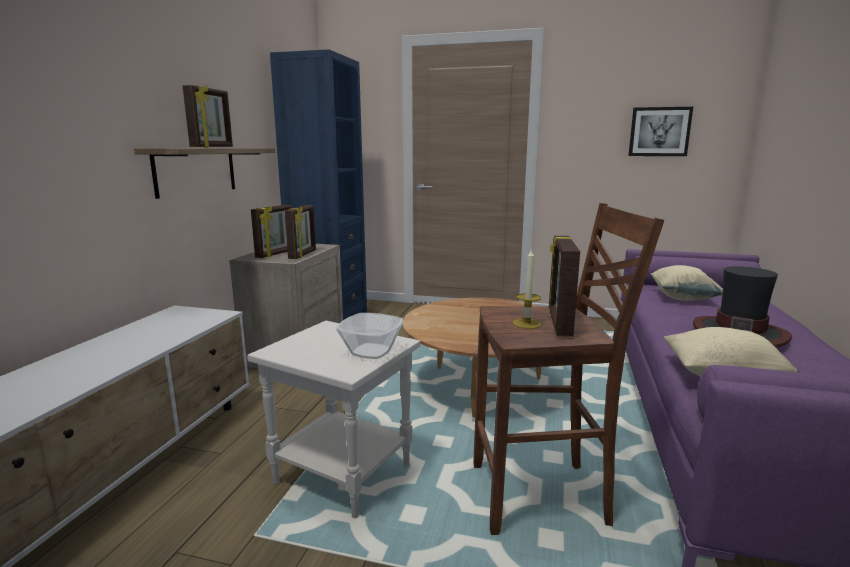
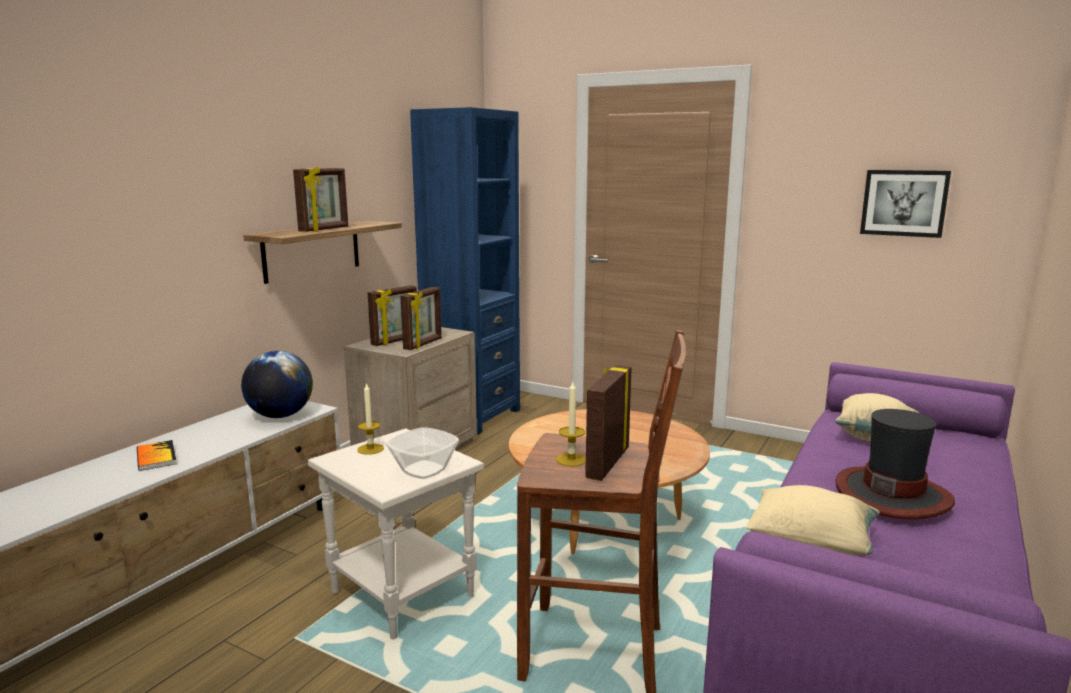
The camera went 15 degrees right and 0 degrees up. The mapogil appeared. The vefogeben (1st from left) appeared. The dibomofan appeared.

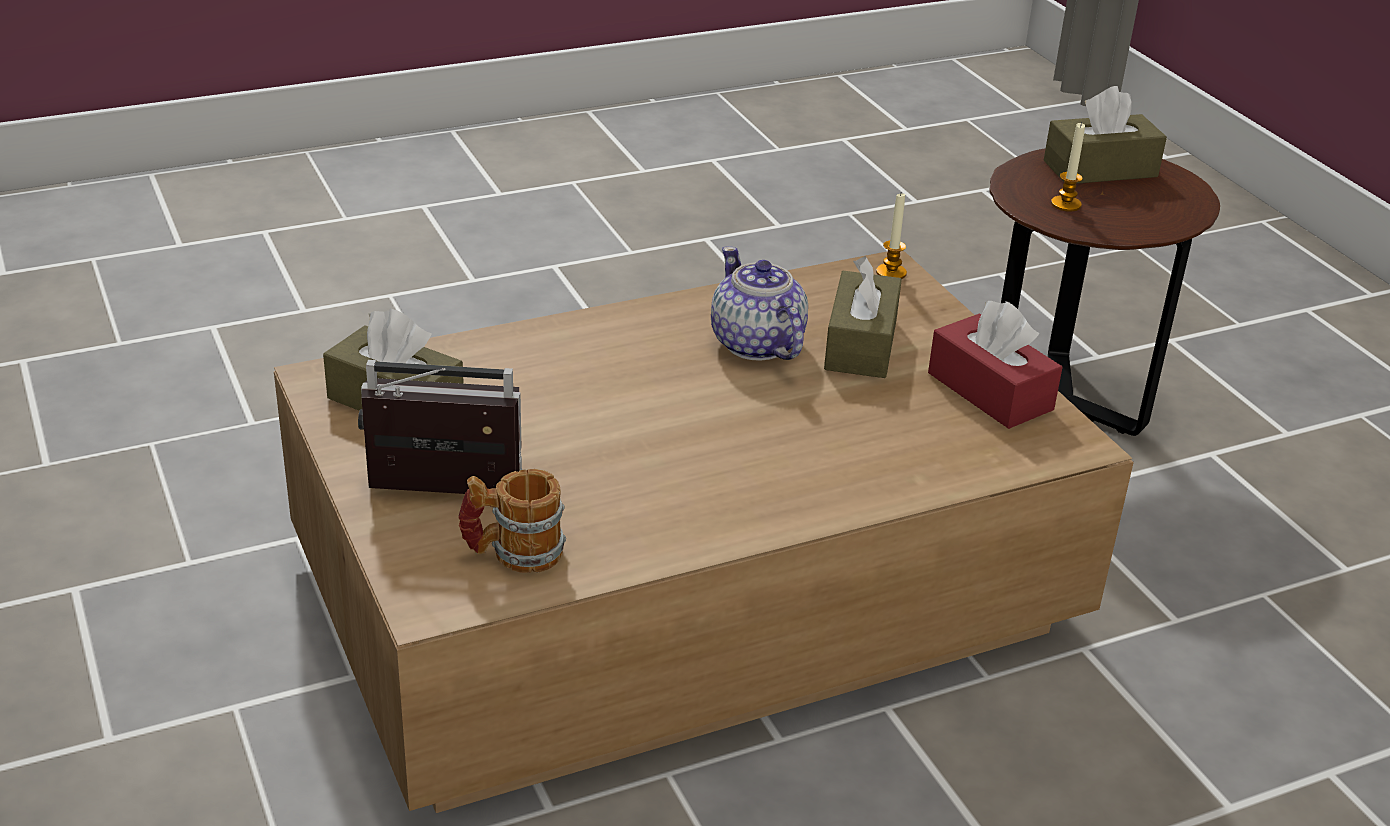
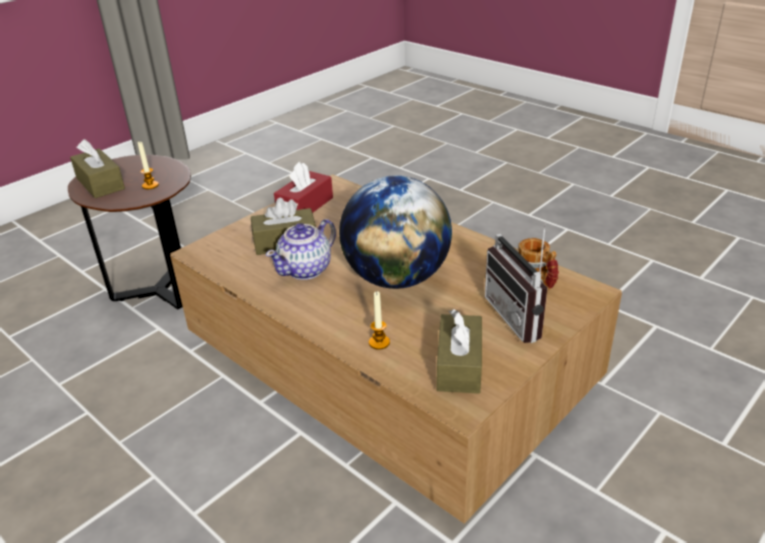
The camera went 110 degrees left and 0 degrees up. The vefogeben (1st from left in the first image) moved. The mapogil appeared.

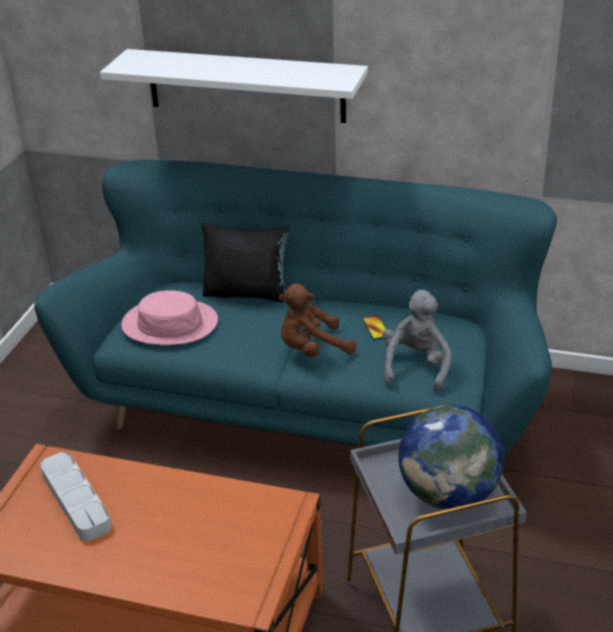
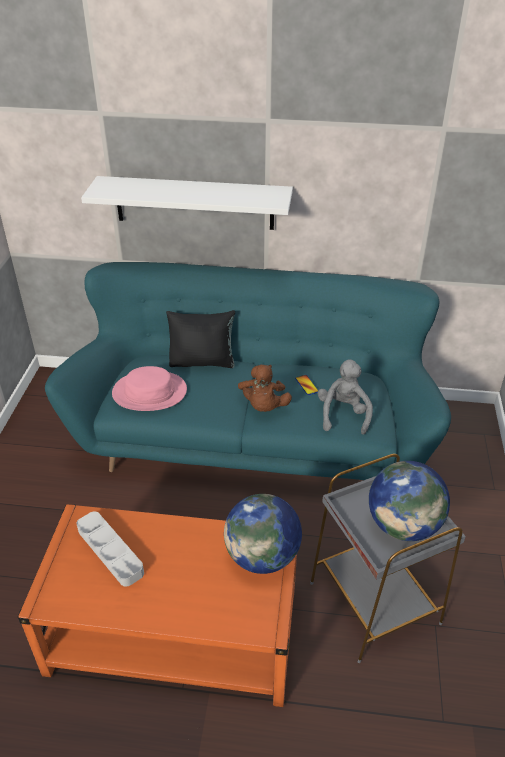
The camera went 10 degrees left and 5 degrees up. The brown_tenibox turned 60 degrees counterclockwise. The mapogil (1st from left) appeared.

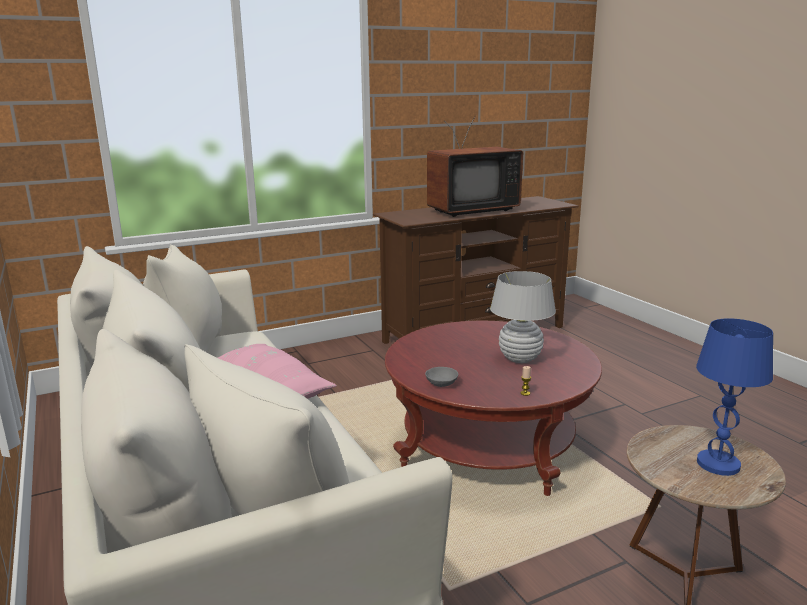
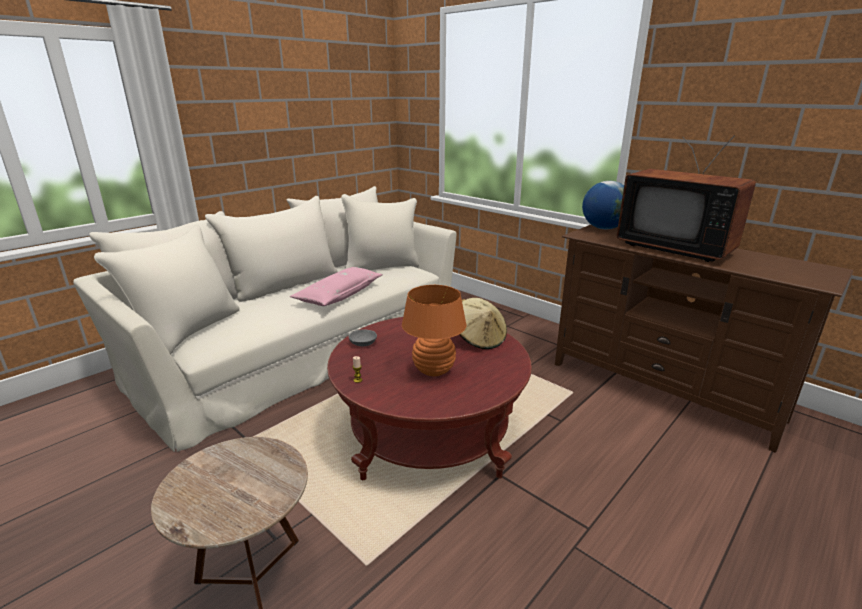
The camera went 70 degrees right and 5 degrees up. The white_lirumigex became the orange_lirumigex. The blue_lirumigex disappeared. The mapogil appeared. The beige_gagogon appeared.

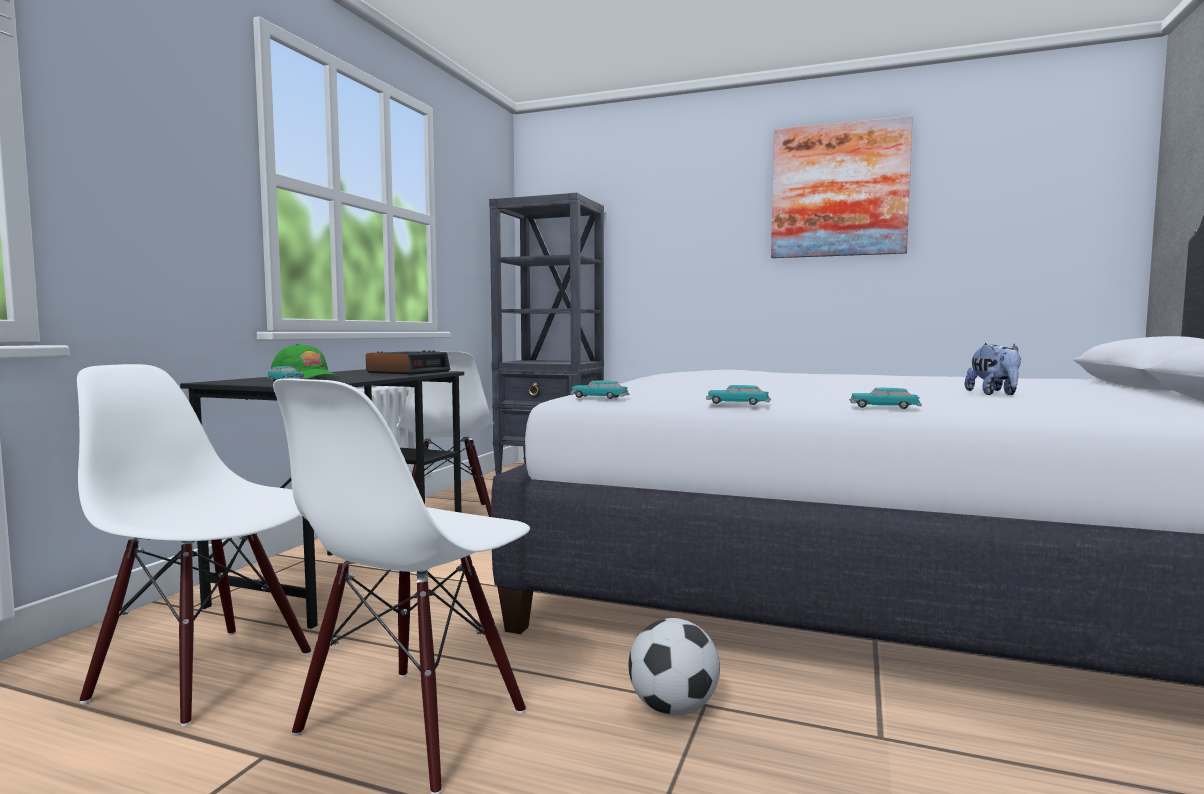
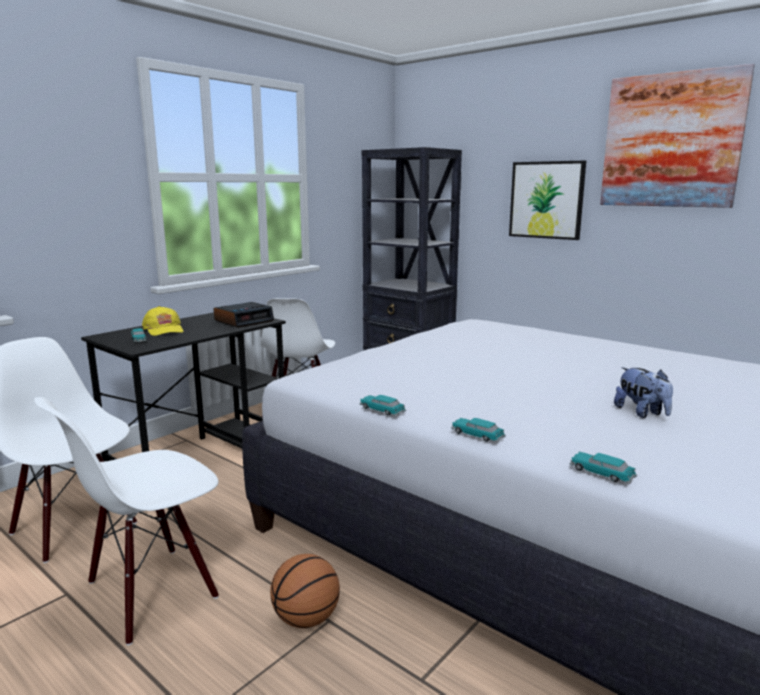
The camera went 20 degrees right and 10 degrees up. The tenibox turned 45 degrees counterclockwise. The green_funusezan became the yellow_funusezan. The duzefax (2nd from left in the first image) moved. The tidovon was replaced by the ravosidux. The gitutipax (1st from left) appeared.

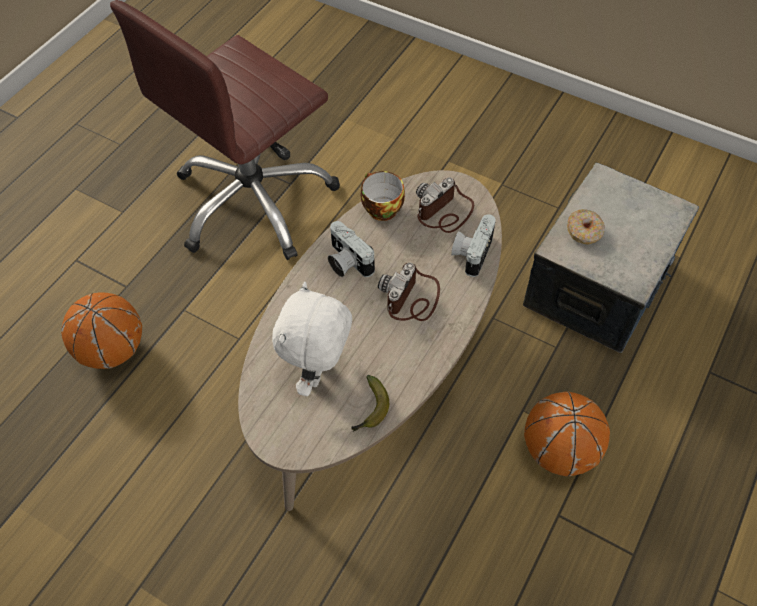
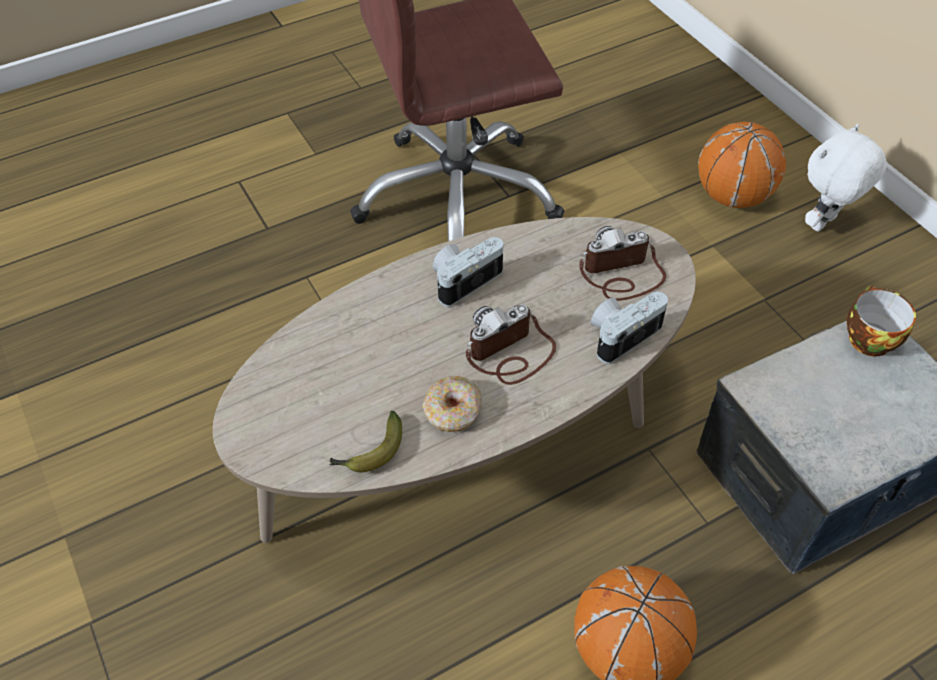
The camera went 30 degrees right and 5 degrees down. The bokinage moved. The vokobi moved. The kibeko (1st from left) turned 60 degrees clockwise. The white_tenibox moved. The ravosidux (1st from left in the first image) moved.

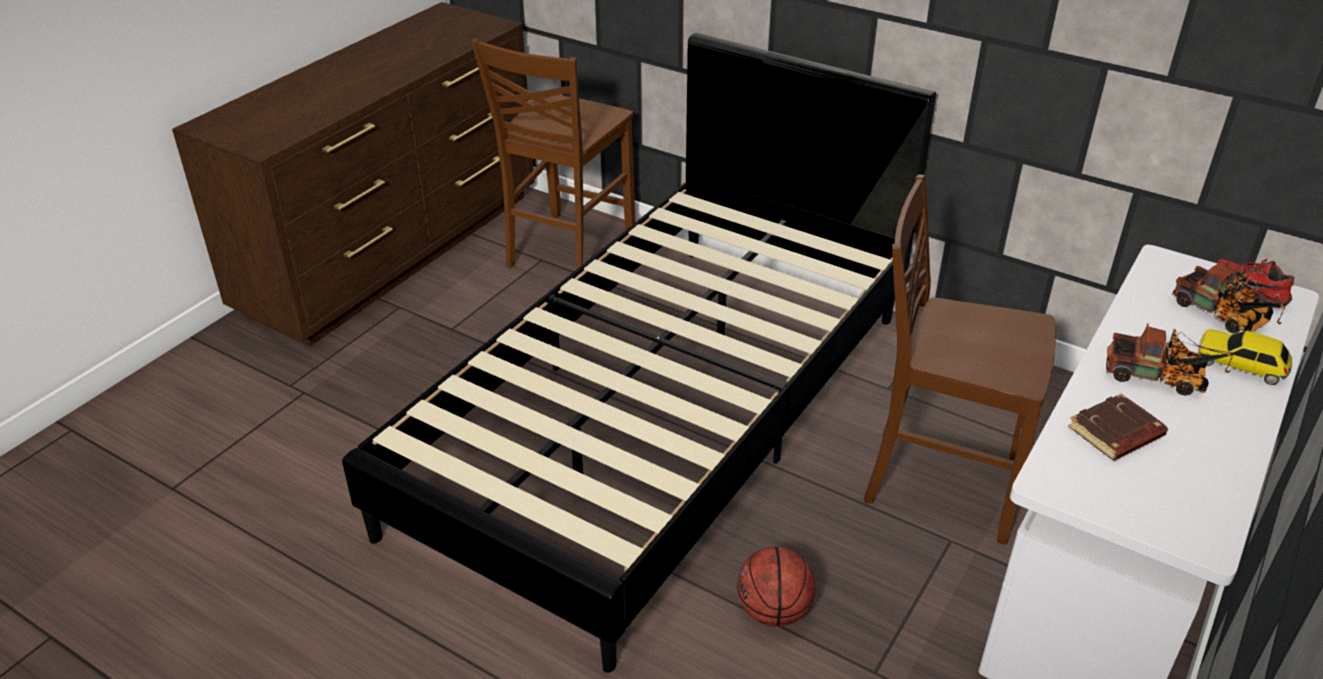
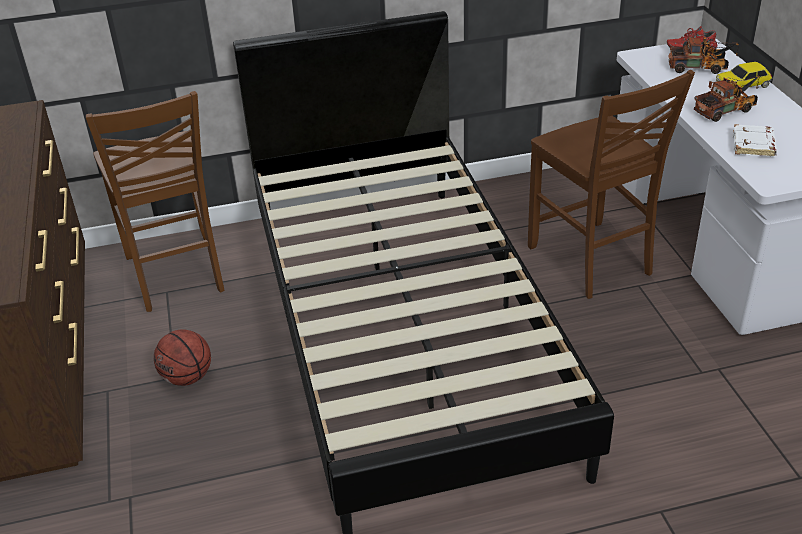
The camera went 45 degrees left and 0 degrees up. The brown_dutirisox (2nd from left) turned 90 degrees counterclockwise. The brown_dibomofan became the white_dibomofan. The ravosidux moved.

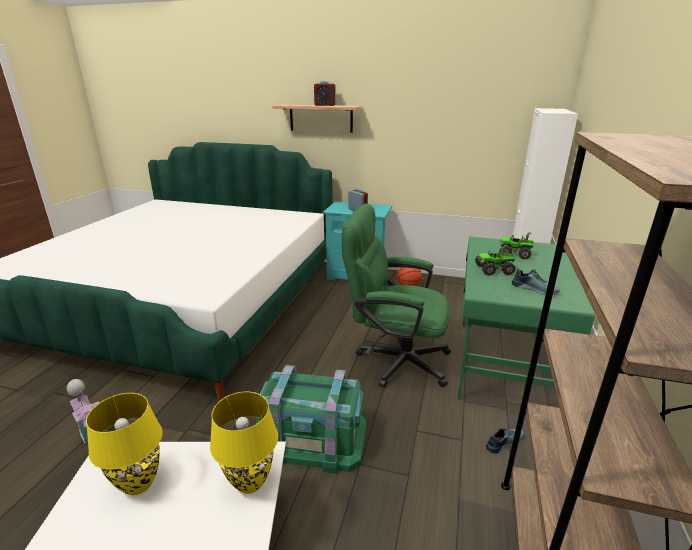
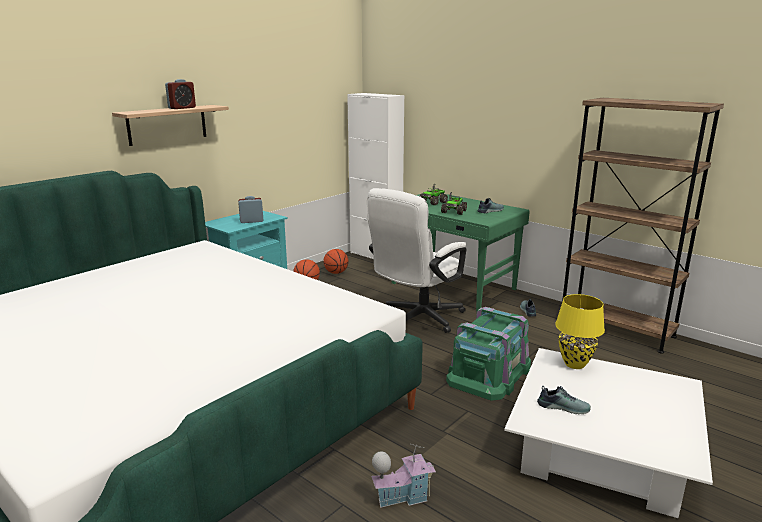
The camera went 65 degrees left and 5 degrees down. The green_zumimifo became the white_zumimifo. The yellow_lirumigex (1st from left) was replaced by the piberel (3rd from left). The ravosidux (2nd from left) appeared.

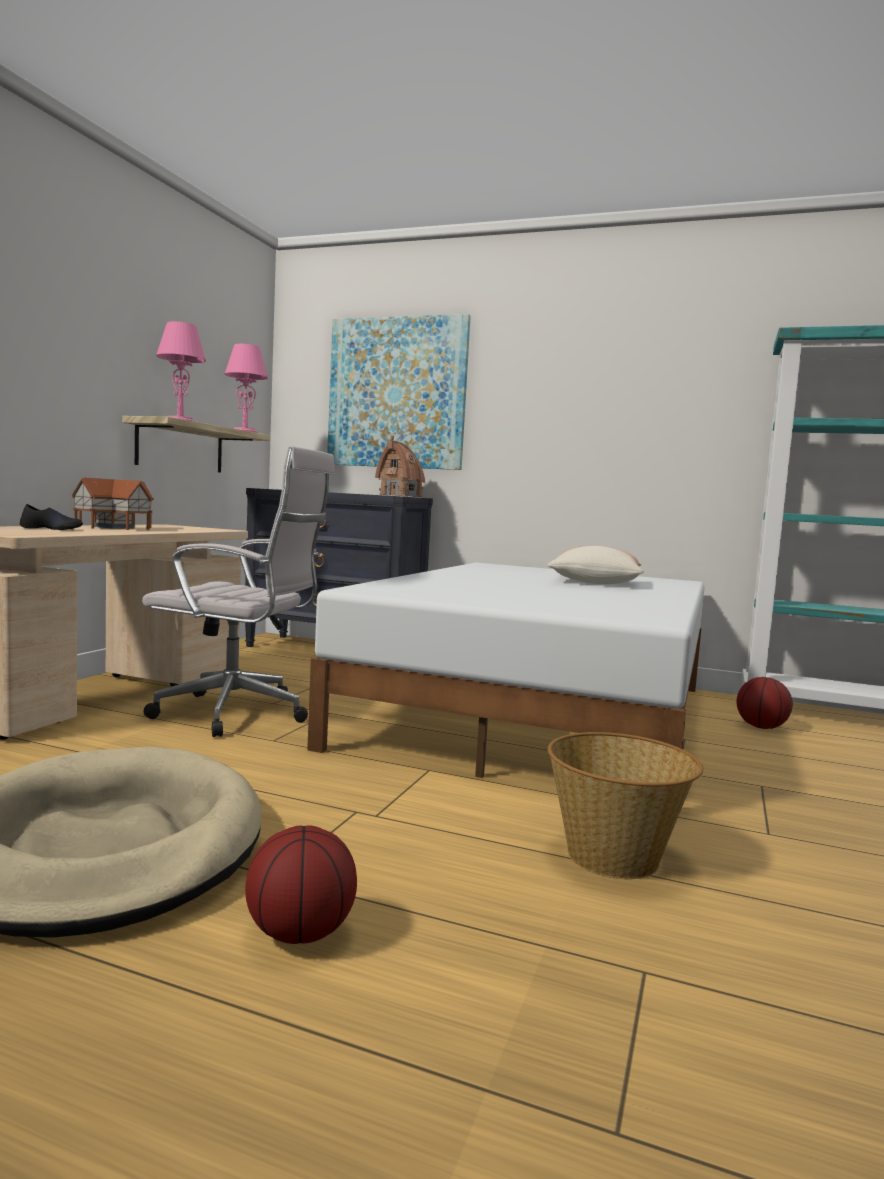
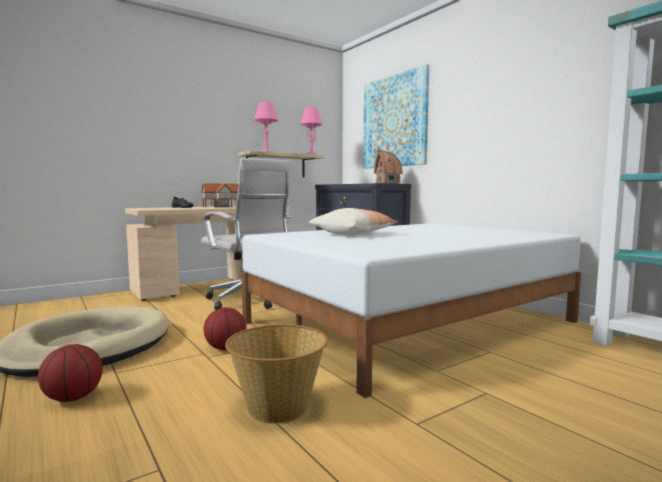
The camera went 35 degrees right and 0 degrees up. The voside moved. The ravosidux (2nd from left) moved.

